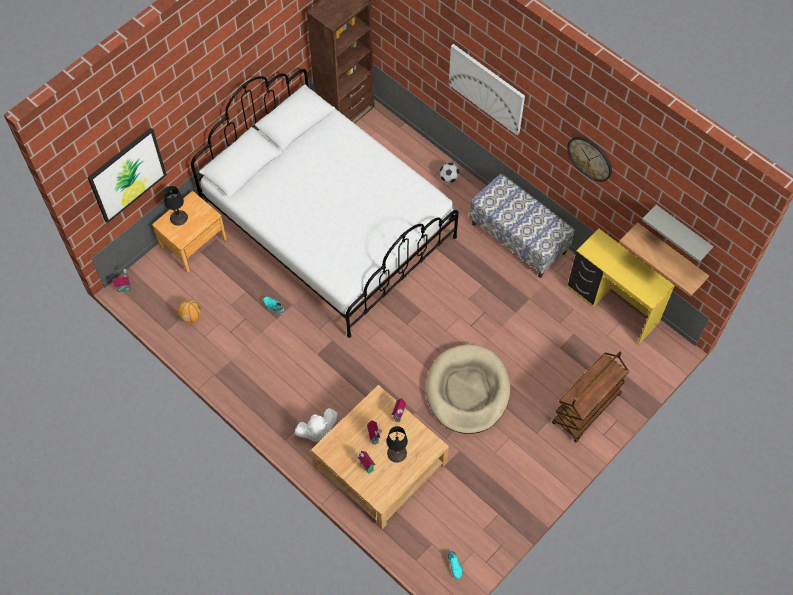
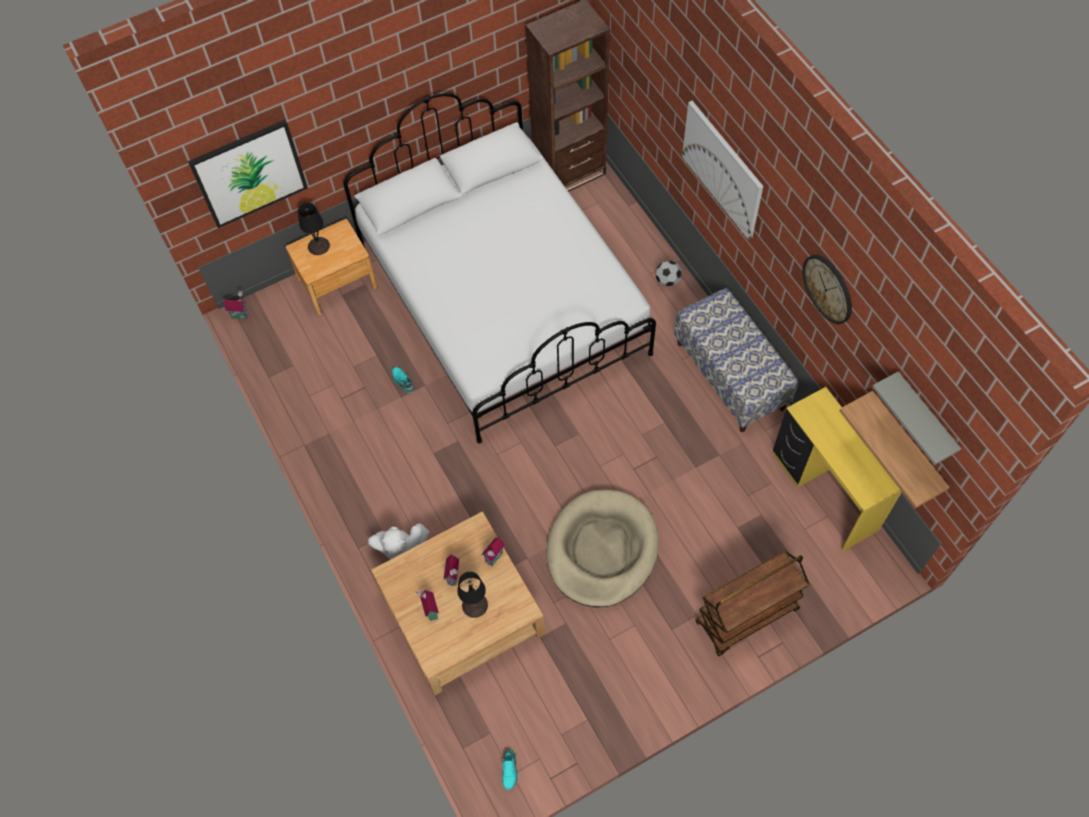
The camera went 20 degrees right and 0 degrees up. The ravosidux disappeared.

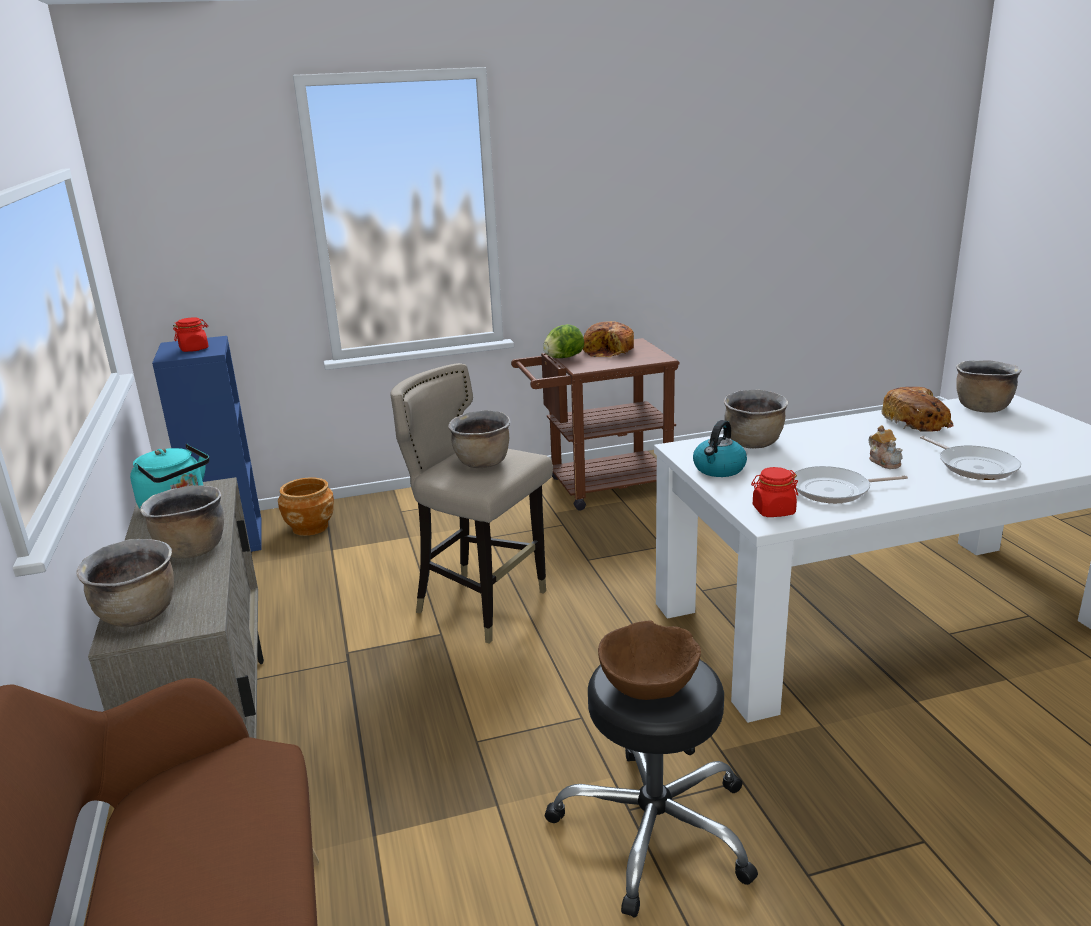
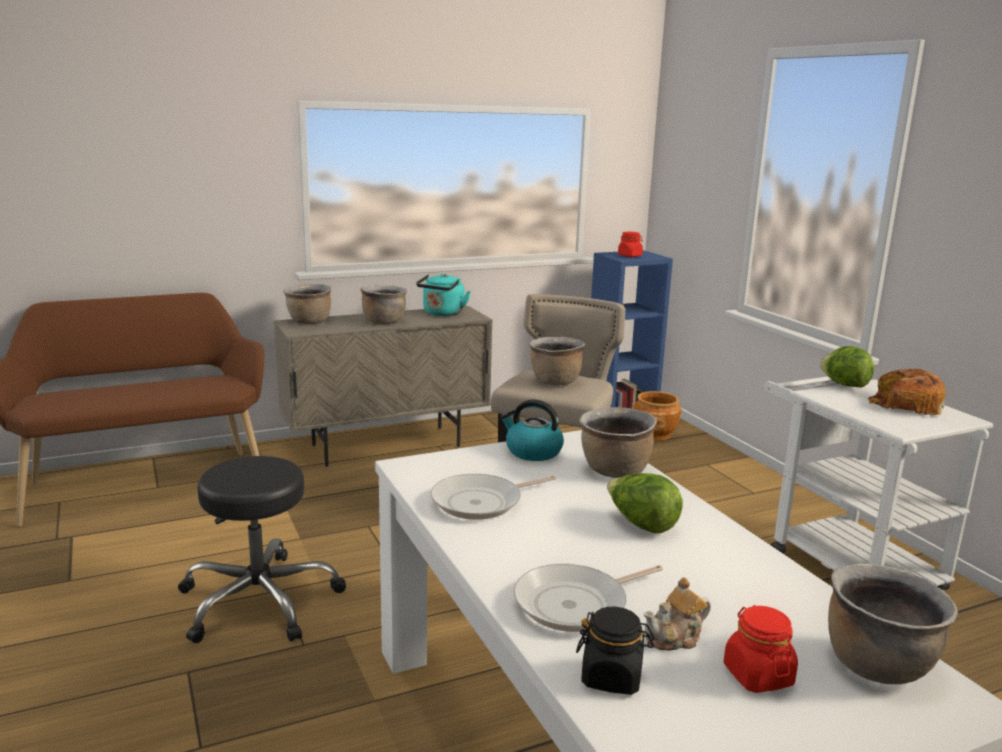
The camera went 80 degrees right and 5 degrees down. The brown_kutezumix became the white_kutezumix. The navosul (2nd from left) disappeared. The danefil moved. The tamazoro (1st from left) turned 105 degrees counterclockwise. The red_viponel (2nd from left) moved. The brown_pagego disappeared. The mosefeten (1st from left) appeared. The black_viponel appeared.

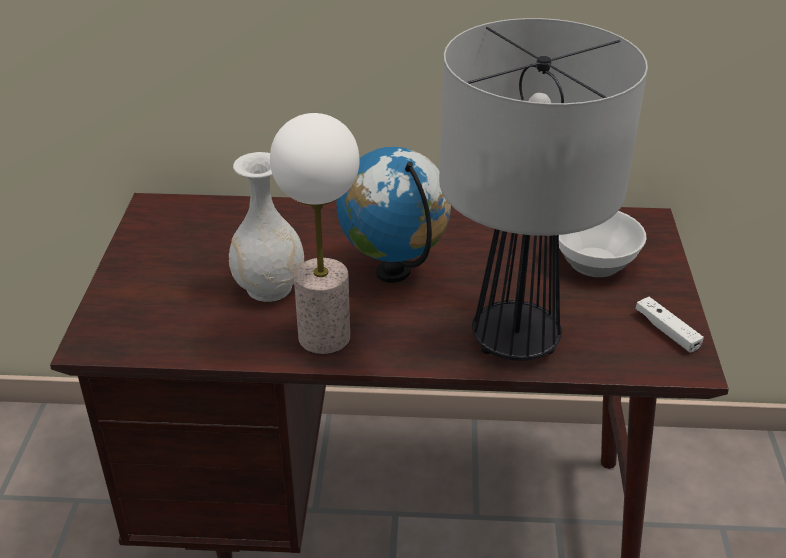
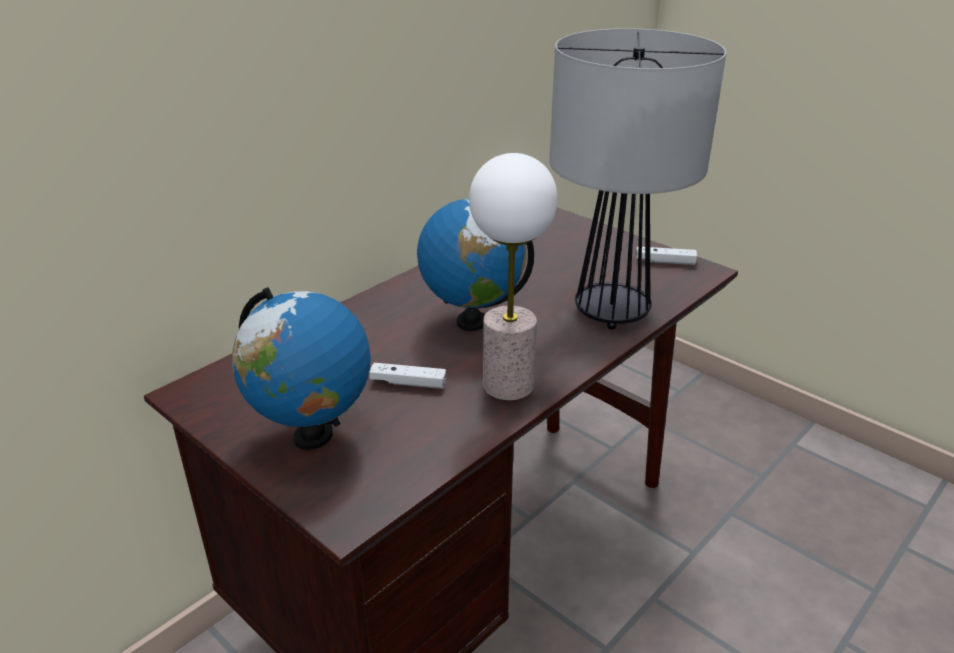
The camera went 50 degrees left and 5 degrees down. The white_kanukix was replaced by the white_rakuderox (1st from left). The pagego disappeared. The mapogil (1st from left) appeared.

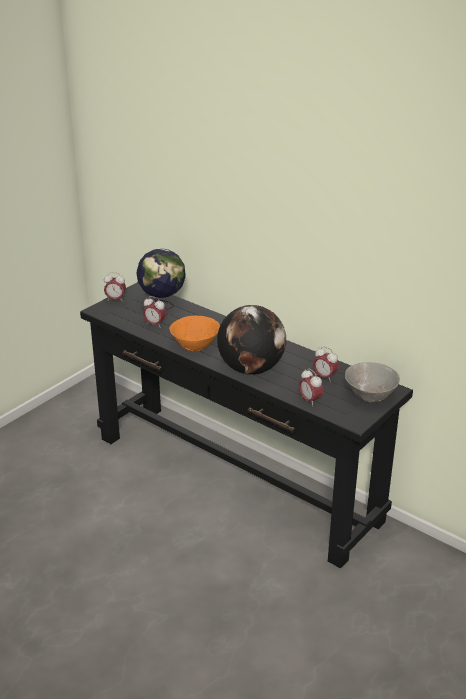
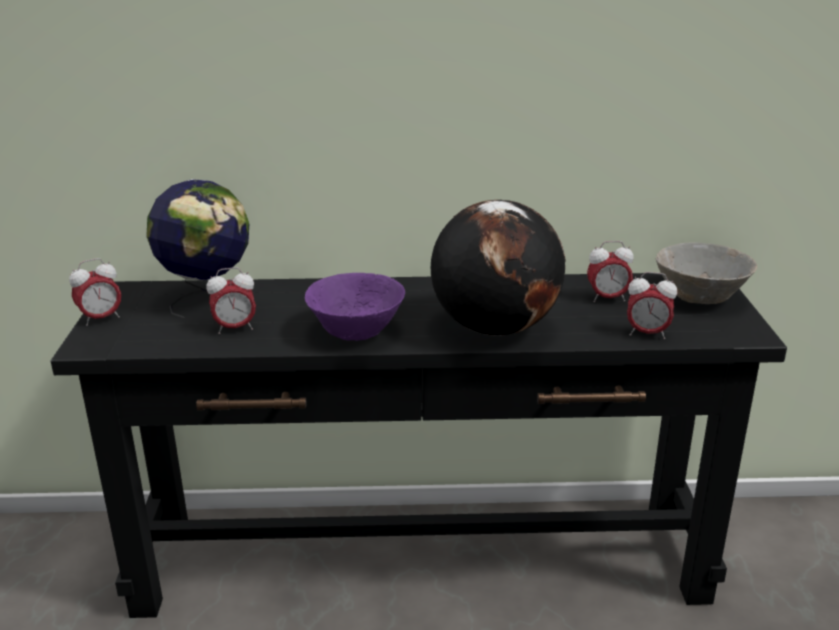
The camera went 40 degrees left and 5 degrees down. The orange_pagego became the purple_pagego.

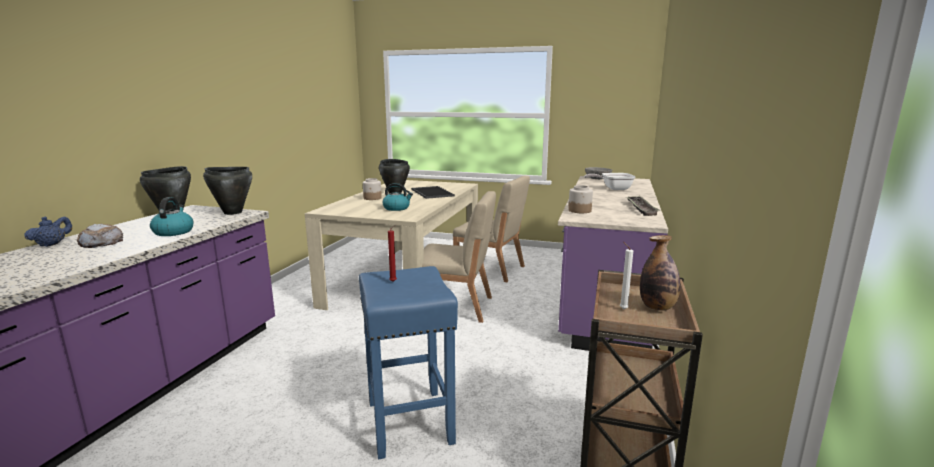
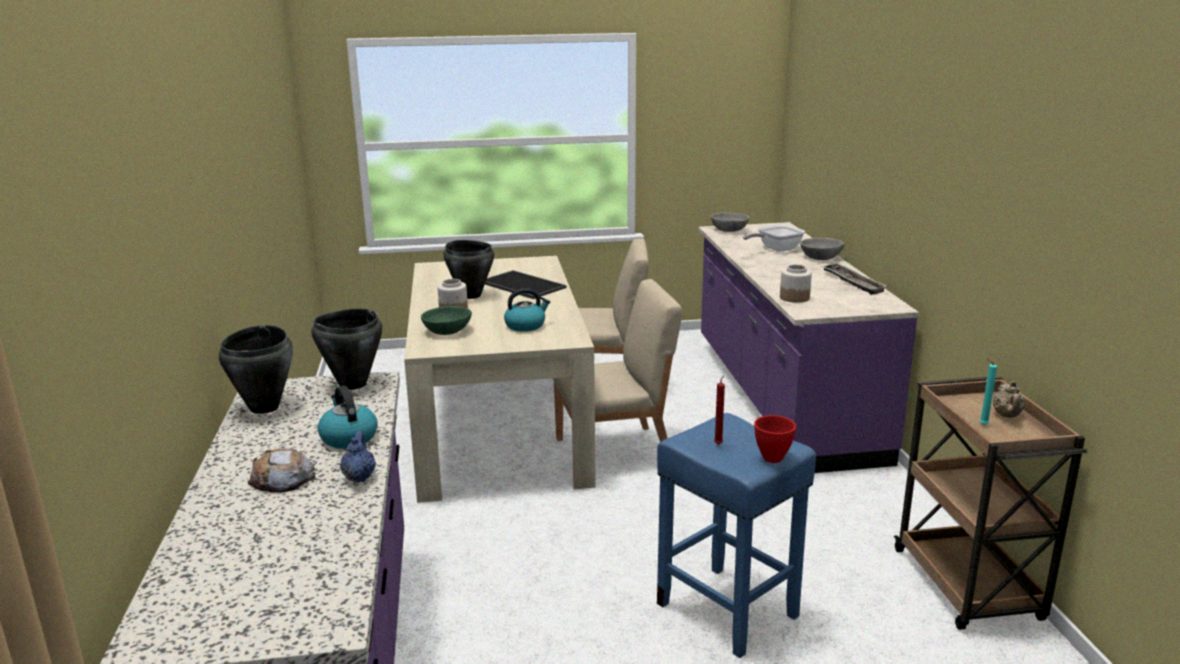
The camera went 25 degrees left and 5 degrees up. The blue_danefil moved. The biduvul was replaced by the beige_danefil. The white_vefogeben became the turquoise_vefogeben. The grey_pagego (2nd from left) appeared. The green_pagego appeared. The red_pagego appeared.

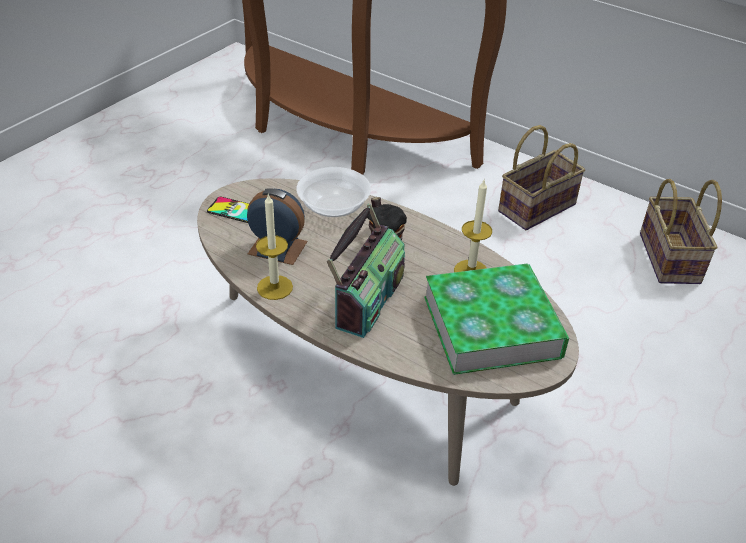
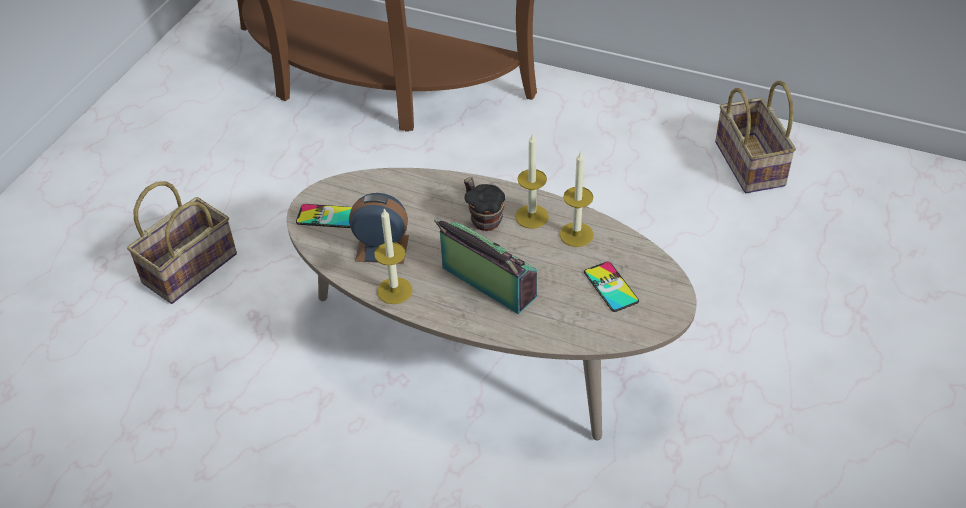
The camera went 10 degrees left and 5 degrees up. The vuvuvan (1st from left) moved. The pagego disappeared. The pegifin turned 60 degrees counterclockwise. The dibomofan was replaced by the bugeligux (2nd from left). The vefogeben (2nd from left) appeared.

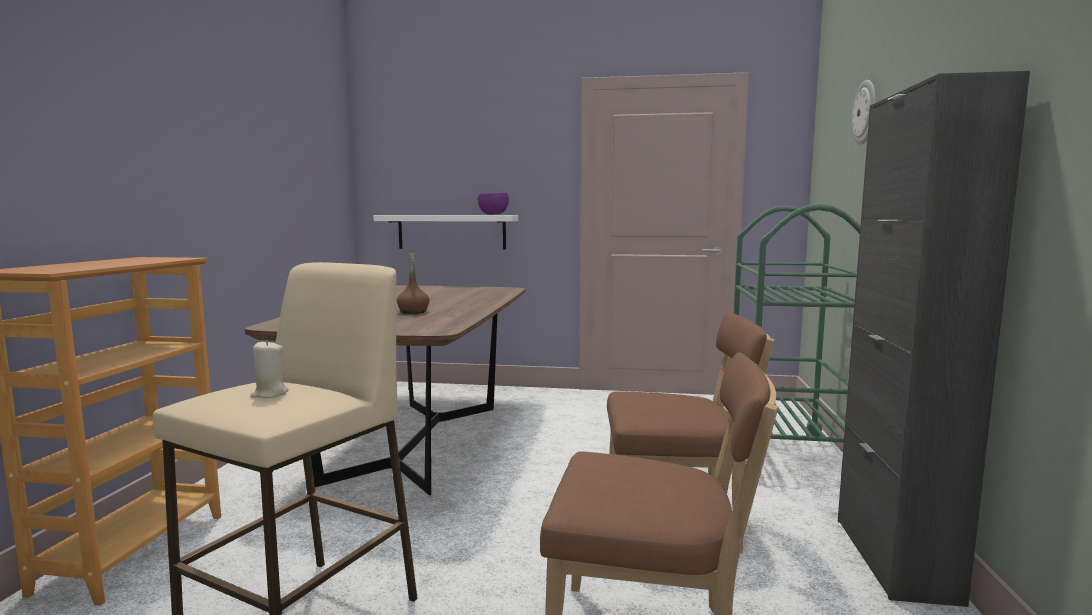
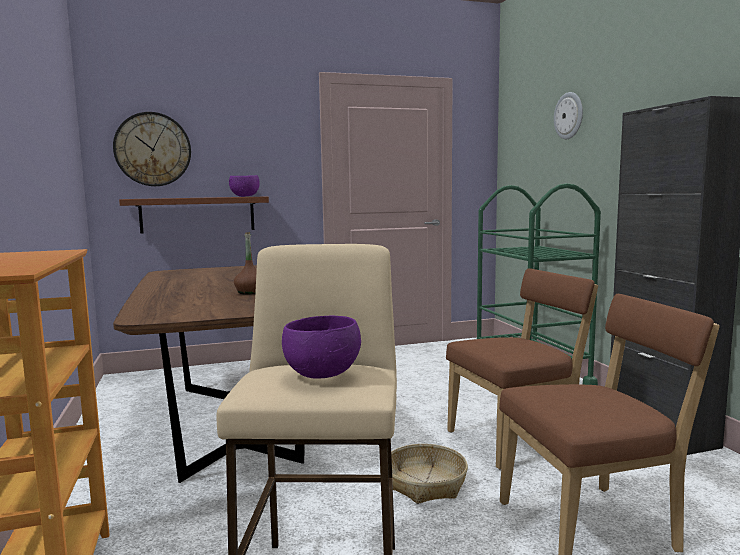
The camera went 25 degrees left and 0 degrees up. The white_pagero became the brown_pagero. The beige_vefogeben was replaced by the purple_pagego (2nd from left). The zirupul (1st from left) appeared. The vuvuvan appeared.

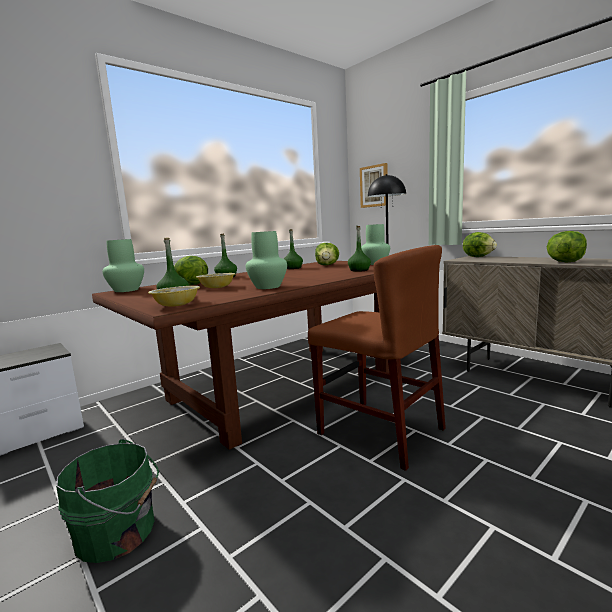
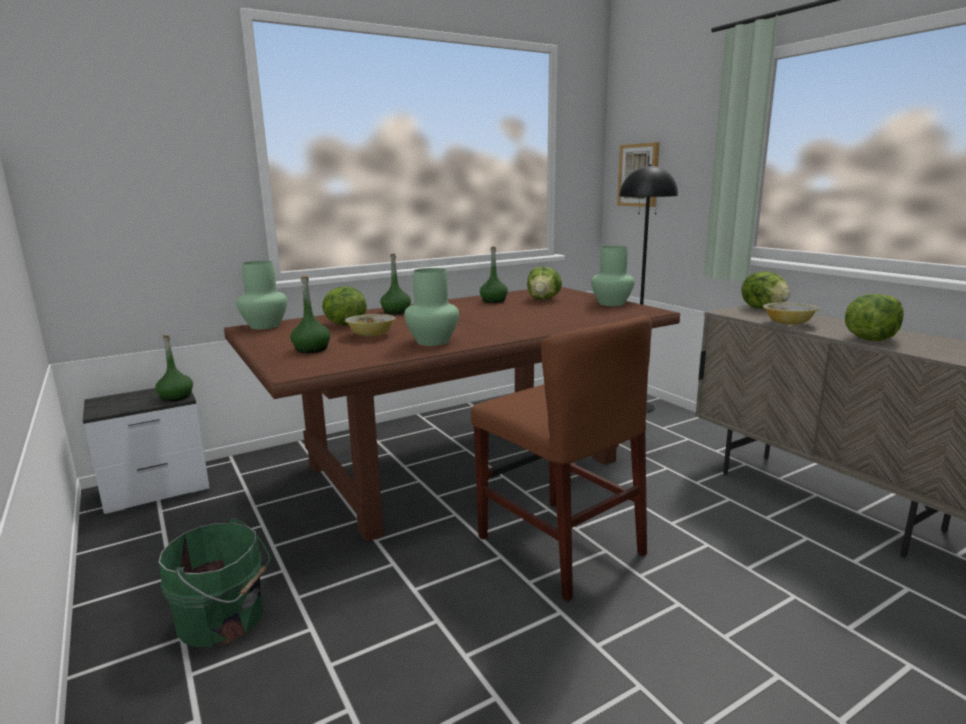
The camera went 10 degrees right and 5 degrees up. The green_biduvul (4th from left in the first image) moved. The pagego (1st from left in the first image) moved.

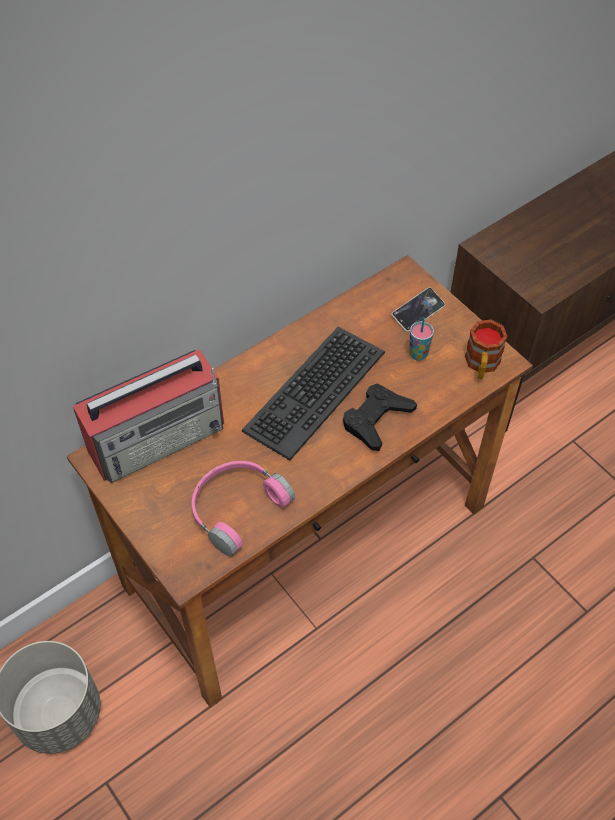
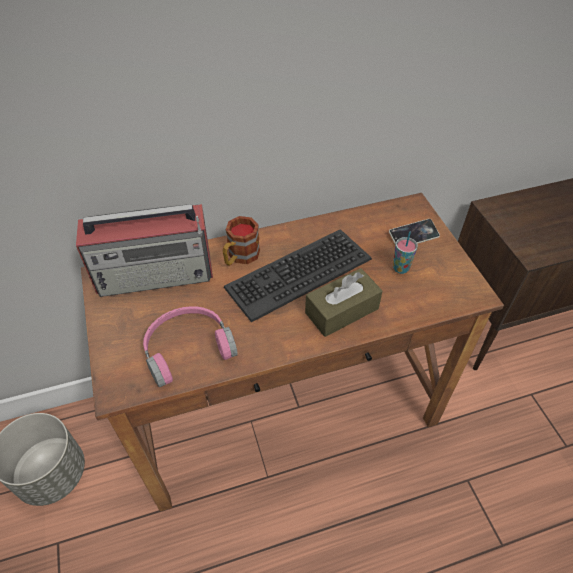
The camera went 20 degrees right and 5 degrees down. The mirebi moved. The black_rakuderox was replaced by the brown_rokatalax.

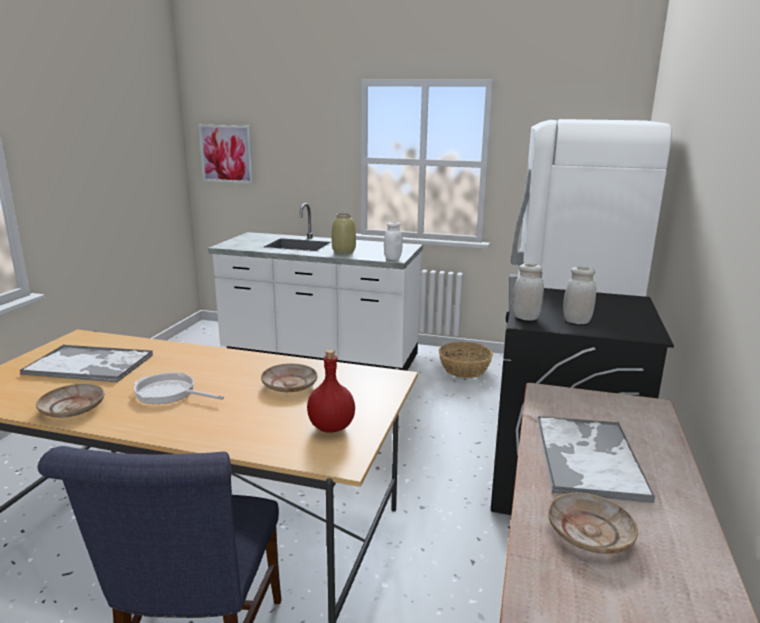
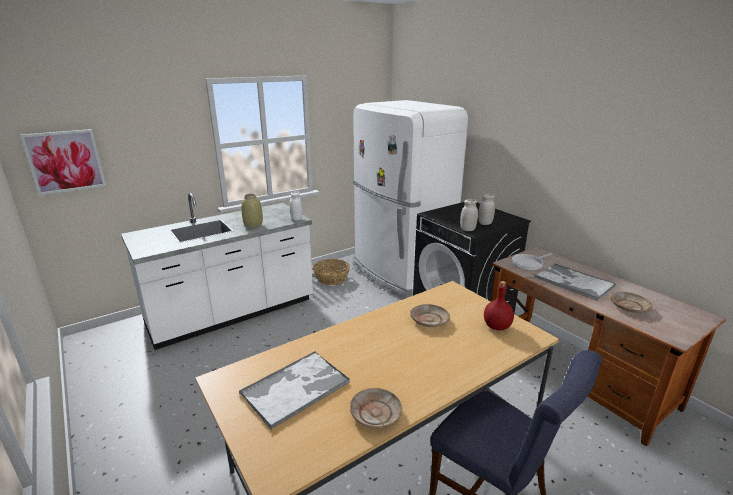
The camera went 50 degrees left and 5 degrees up. The tamazoro moved.

